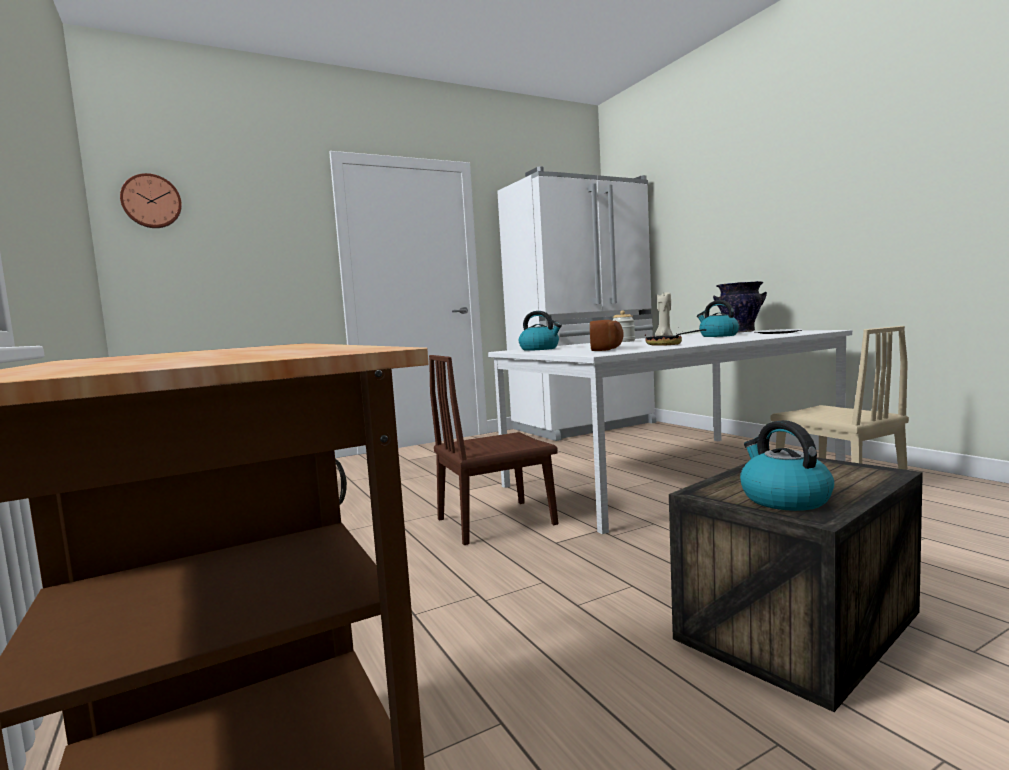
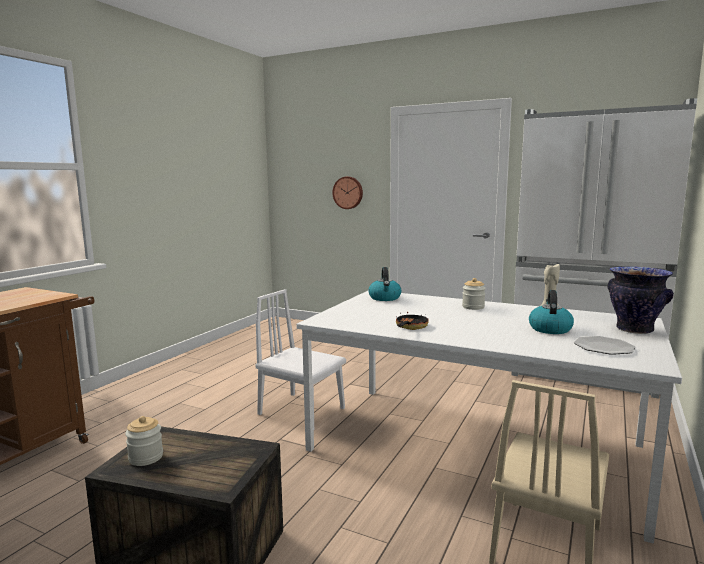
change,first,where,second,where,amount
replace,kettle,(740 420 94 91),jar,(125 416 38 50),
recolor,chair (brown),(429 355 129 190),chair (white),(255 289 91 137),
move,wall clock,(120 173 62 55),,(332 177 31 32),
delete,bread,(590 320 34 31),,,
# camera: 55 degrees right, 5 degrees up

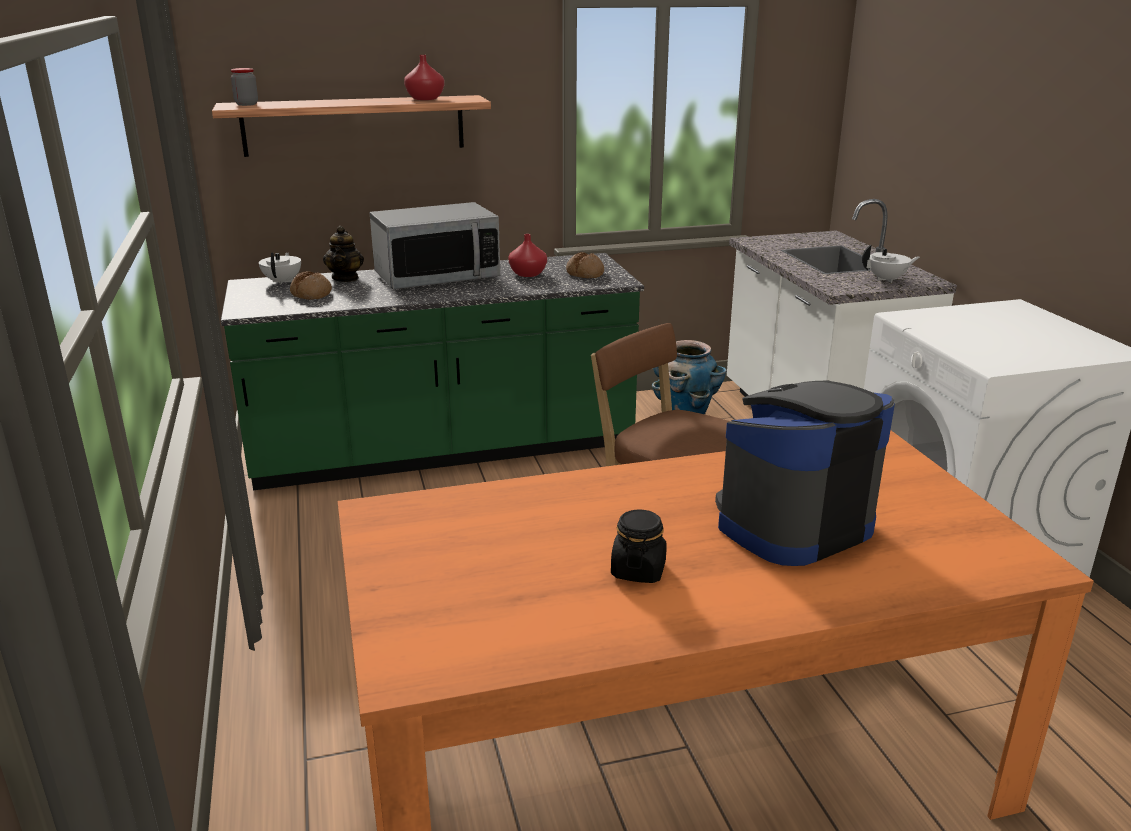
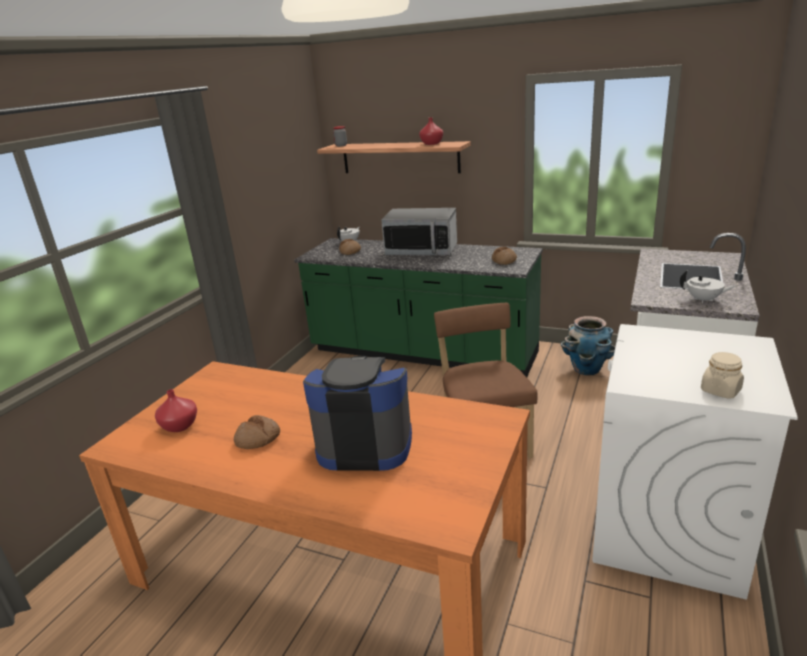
change,first,where,second,where,amount
move,vase (red),(509 234 38 43),,(155 389 42 43),
replace,jar (black),(611 509 56 74),bread,(234 415 46 34),
insert,,,jar (beige),(701 352 43 47),
delete,teapot,(323 226 41 56),,,
# camera: 40 degrees right, 0 degrees up

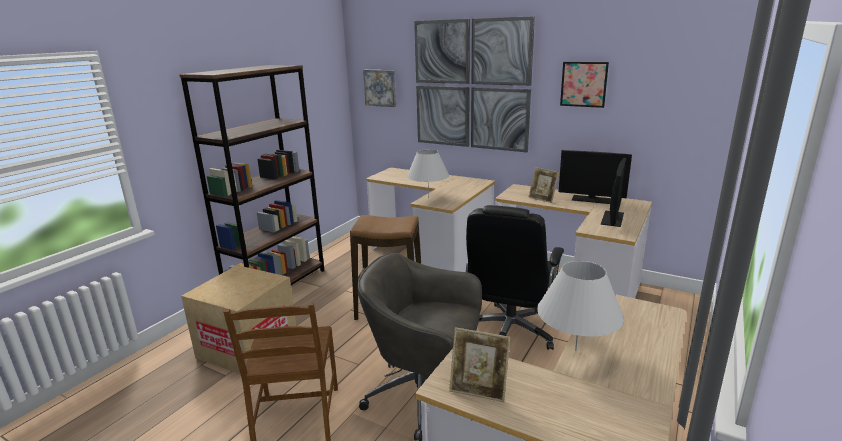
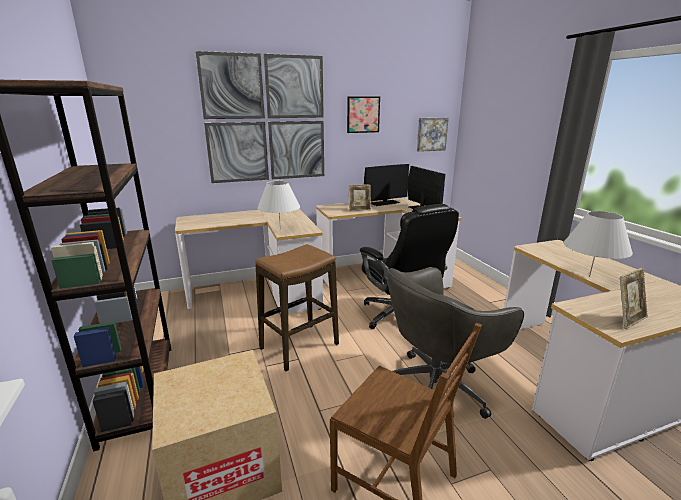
change,first,where,second,where,amount
move,picture,(363 70 33 37),,(417 118 32 34),
# camera: 50 degrees left, 0 degrees up

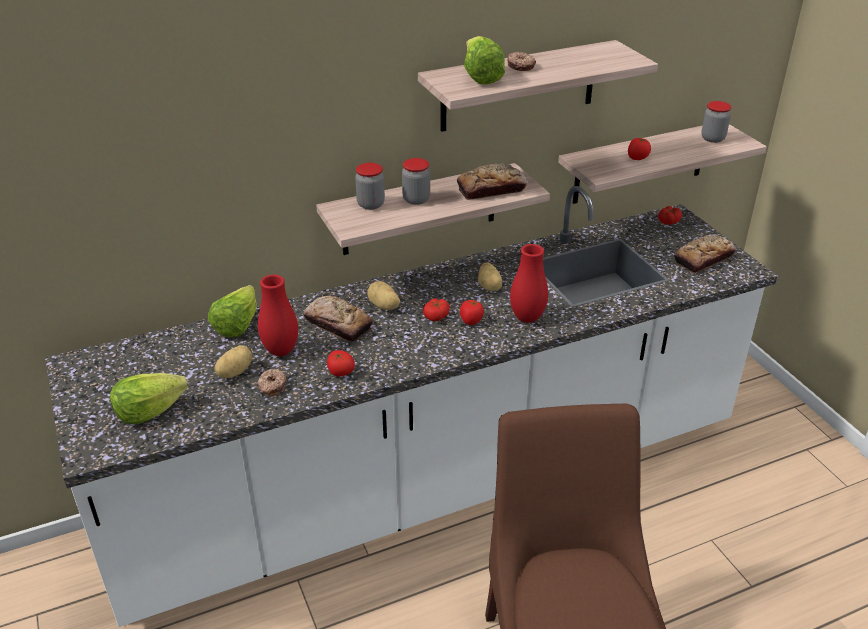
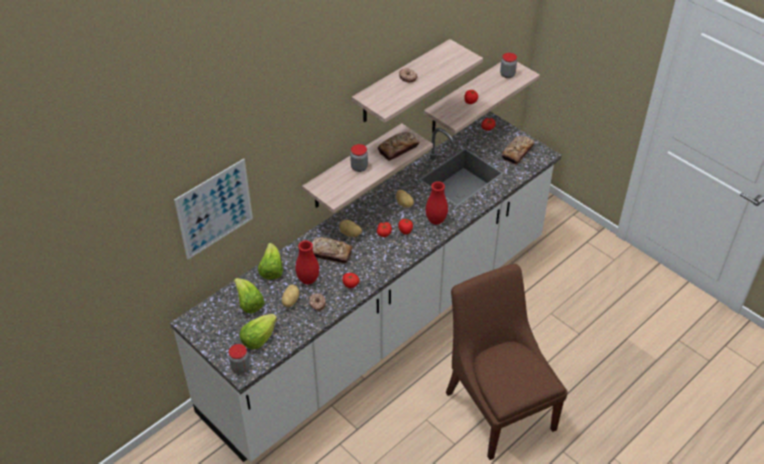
change,first,where,second,where,amount
insert,,,picture,(174 159 79 101),
move,jar,(355 163 30 47),,(229 344 21 29),
move,lettuce,(464 36 41 49),,(234 278 31 36),
# camera: 20 degrees left, 10 degrees up

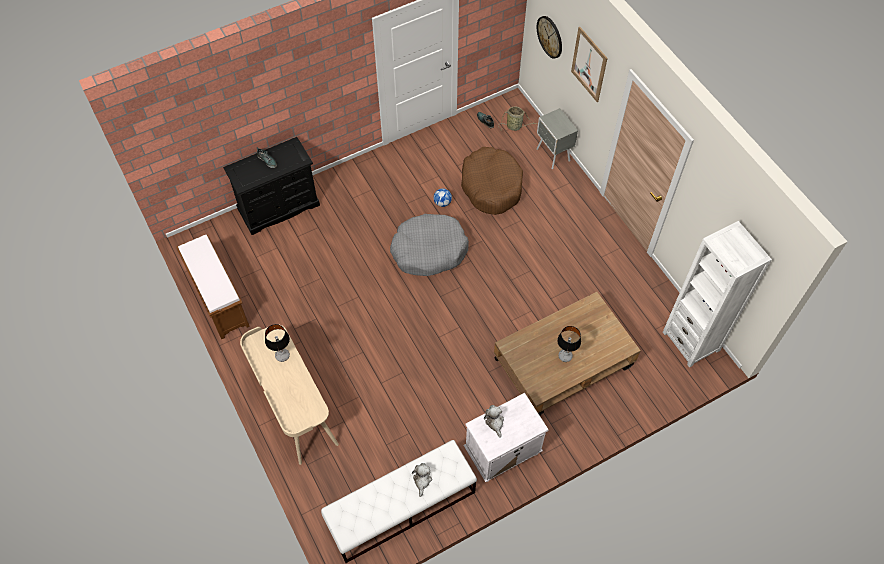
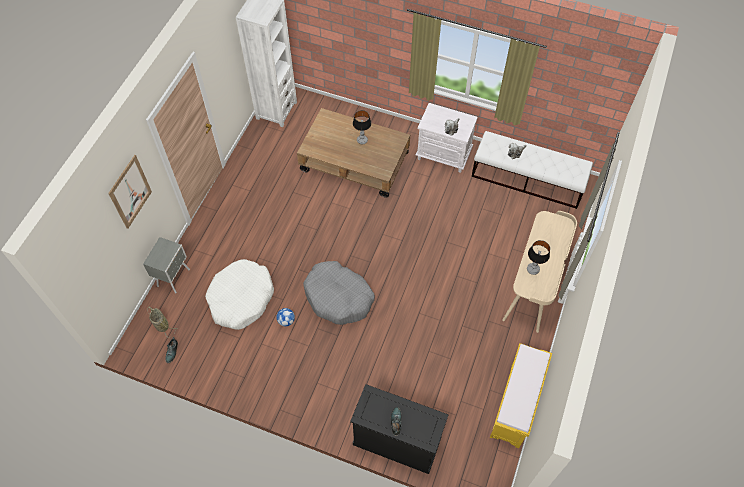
change,first,where,second,where,amount
recolor,dog bed (brown),(461 147 62 68),dog bed (white),(205 259 69 71),
recolor,bench (brown),(176 235 74 104),bench (yellow),(490 343 62 105),
delete,wall clock,(537 16 25 43),,,
# camera: 130 degrees left, 0 degrees up

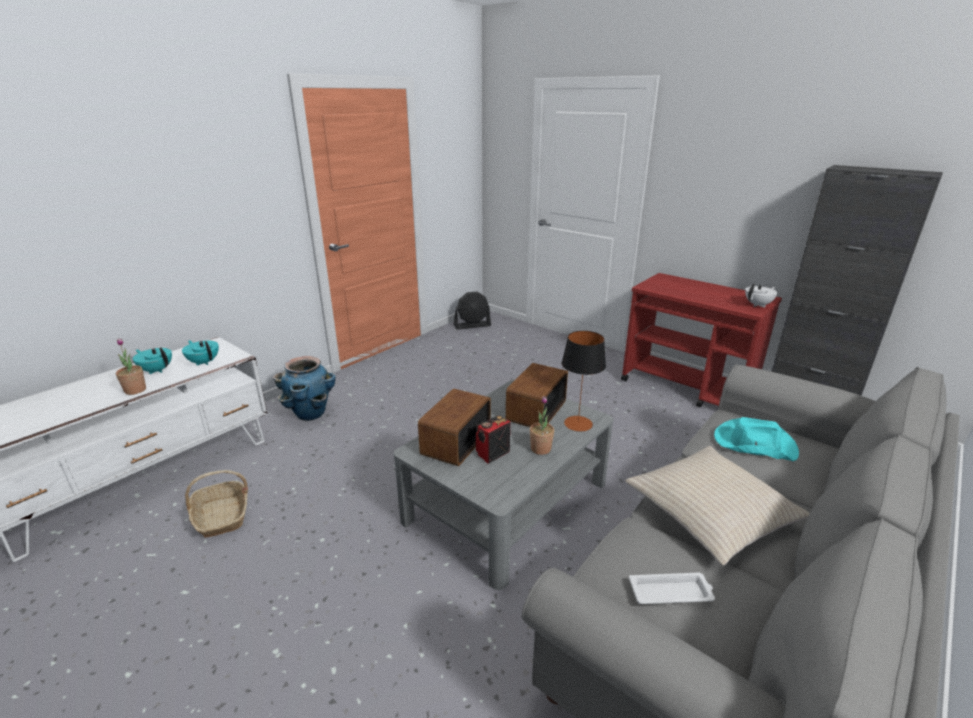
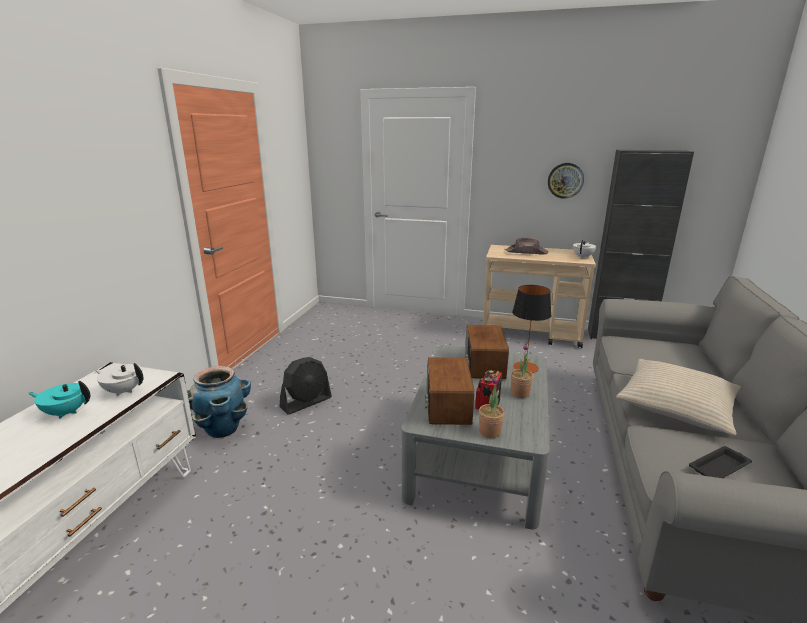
change,first,where,second,where,amount
recolor,teapot (turquoise),(182 340 37 25),teapot (white),(95 363 48 33),
move,fan (black),(454 292 37 38),,(280 357 52 58),
move,potted plant,(116 338 30 57),,(479 376 25 62),
recolor,cart (red),(621 273 161 134),cart (beige),(483 245 113 103),
insert,,,hat (brown),(505 237 44 17),
insert,,,wall clock,(548 163 36 36),
recolor,tray (white),(629 573 86 31),tray (black),(689 446 63 32),
delete,basket,(185 470 63 67),,,
delete,hat (turquoise),(714 417 85 44),,,
# camera: 25 degrees left, 5 degrees down

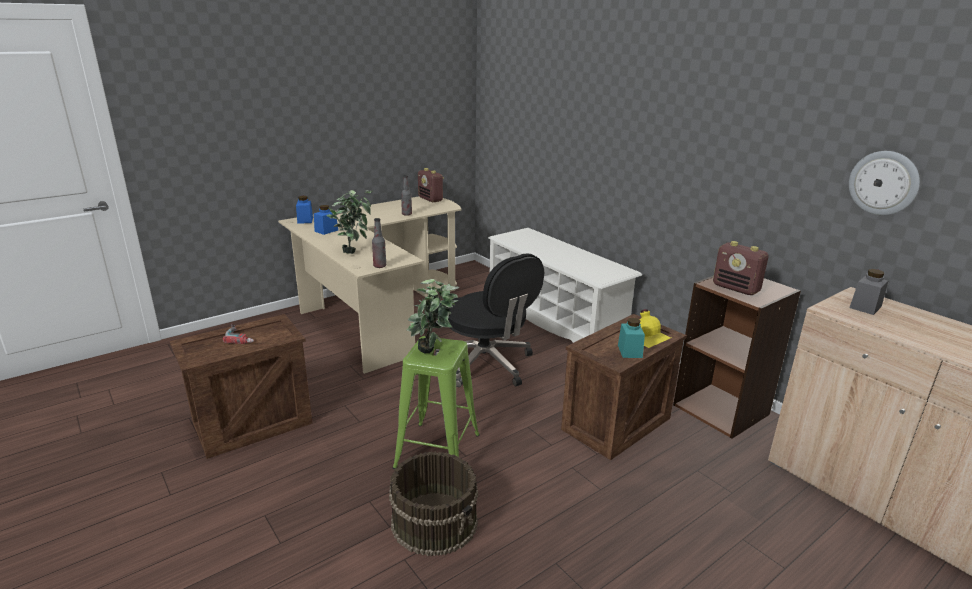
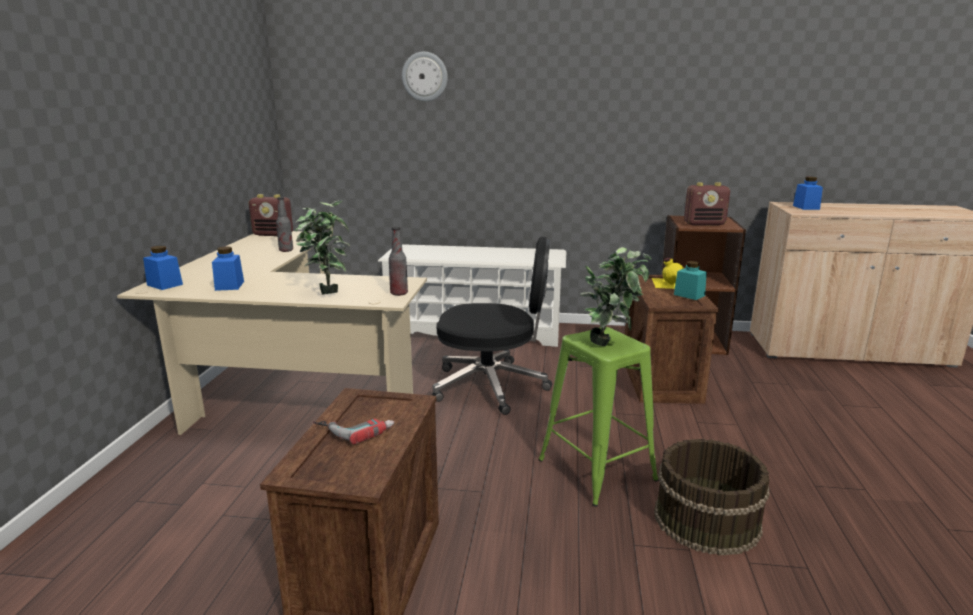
change,first,where,second,where,amount
move,wall clock,(849 151 71 64),,(402 52 46 49),
recolor,jar (grey),(849 269 39 46),jar (blue),(793 177 30 33),
# camera: 45 degrees left, 5 degrees down

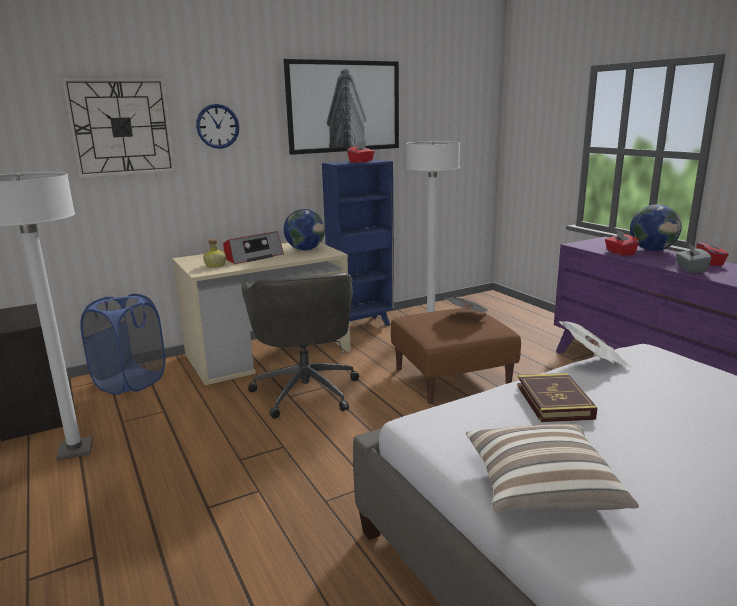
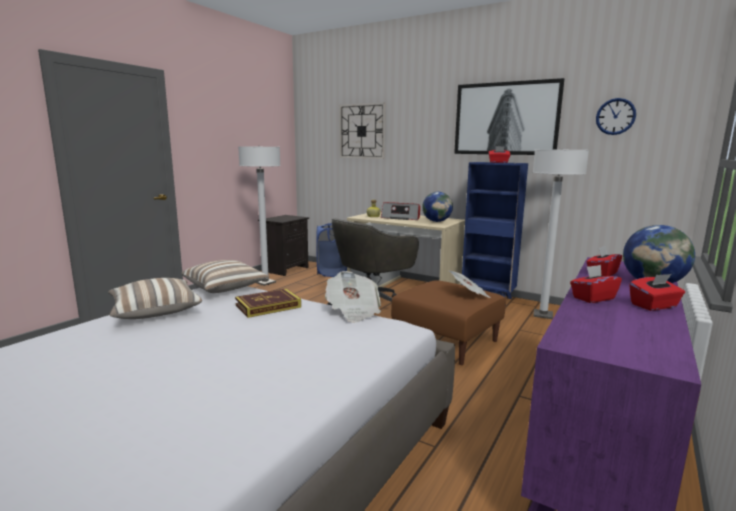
change,first,where,second,where,amount
insert,,,pillow,(181 260 89 33),
recolor,tissue box (grey),(676 244 36 29),tissue box (red),(570 265 52 38),
move,wall clock,(196 104 43 45),,(596 98 40 37),
# camera: 60 degrees right, 5 degrees down

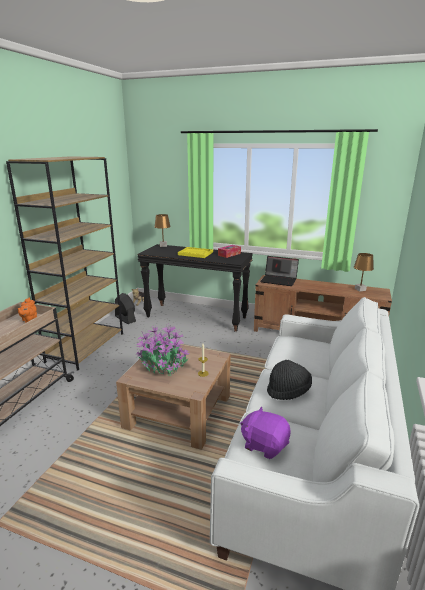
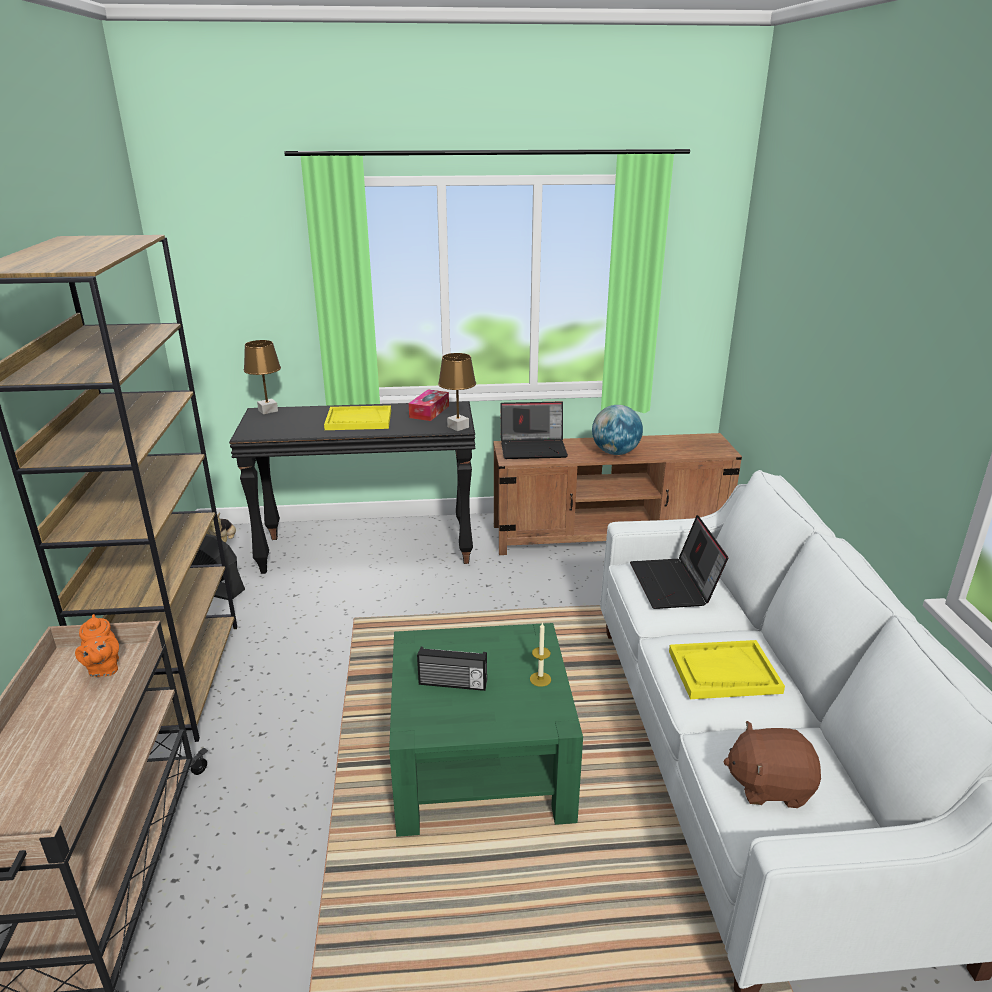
change,first,where,second,where,amount
recolor,coffee table (brown),(116 344 115 106),coffee table (green),(389 623 194 214),
replace,potted plant,(136 324 54 52),radio,(417 646 70 45),
move,table lamp (brown),(354 253 20 38),,(438 353 38 78),
insert,,,globe,(592 405 51 50),
insert,,,laptop,(630 515 98 94),
replace,hat (black),(267 360 45 40),tray (yellow),(669 640 116 59),
recolor,plush toy (purple),(240 406 51 53),plush toy (brown),(723 721 98 87),
# camera: 25 degrees left, 5 degrees up

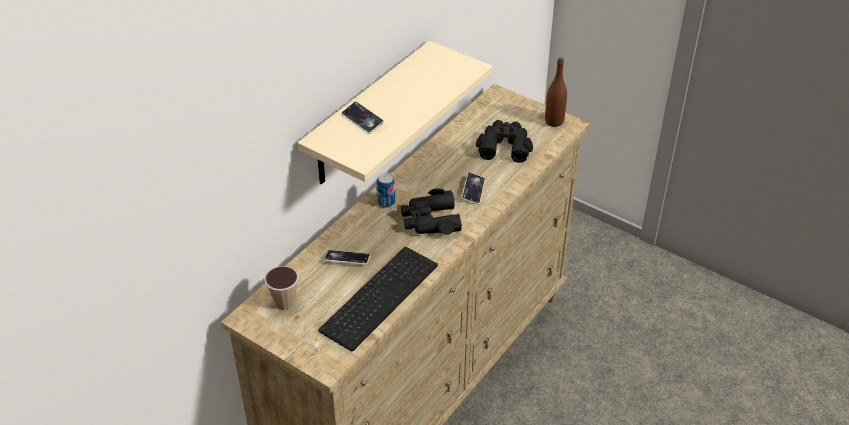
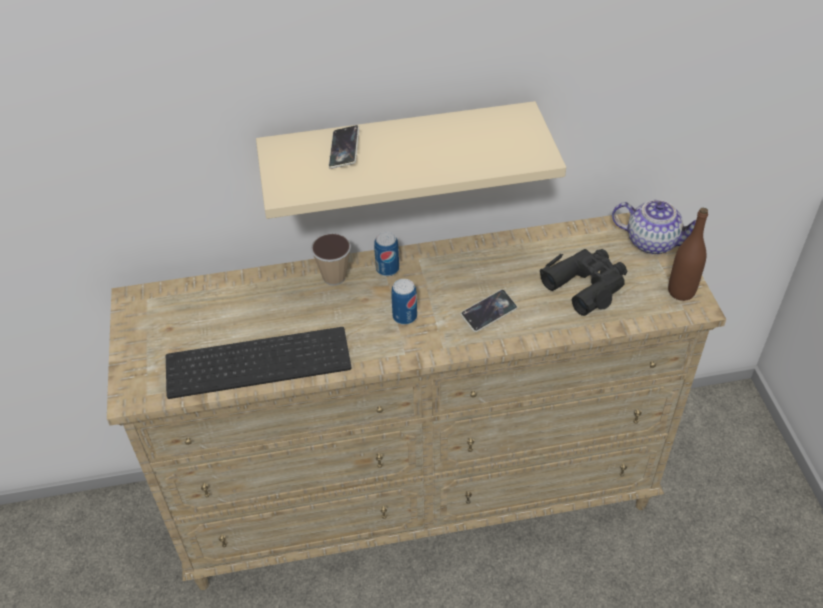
change,first,where,second,where,amount
move,cup,(264 266 35 44),,(311 234 40 52),
replace,binoculars (black),(401 188 61 47),can,(391 279 26 46),
insert,,,teapot,(612 200 84 54),
delete,phone,(324 250 46 15),,,
# camera: 45 degrees right, 5 degrees up

